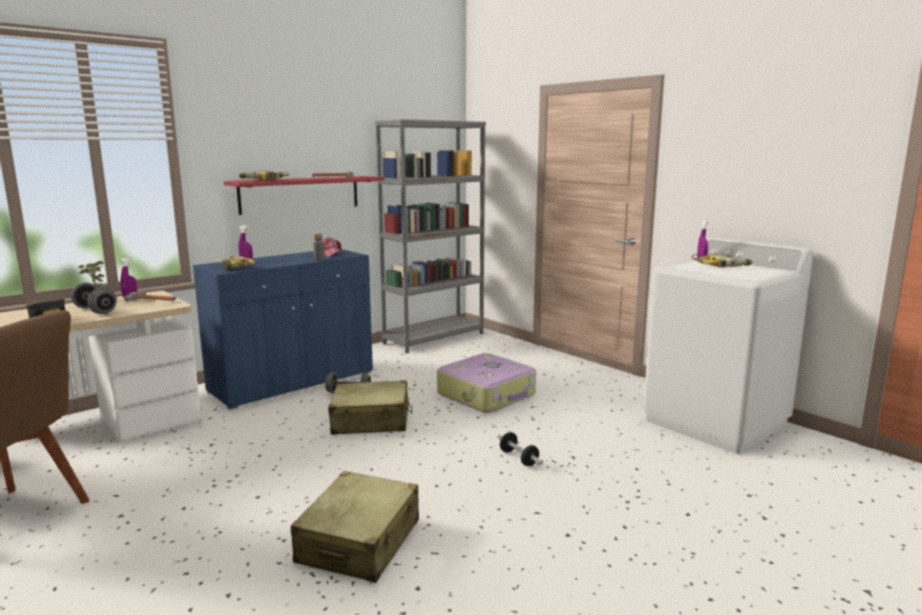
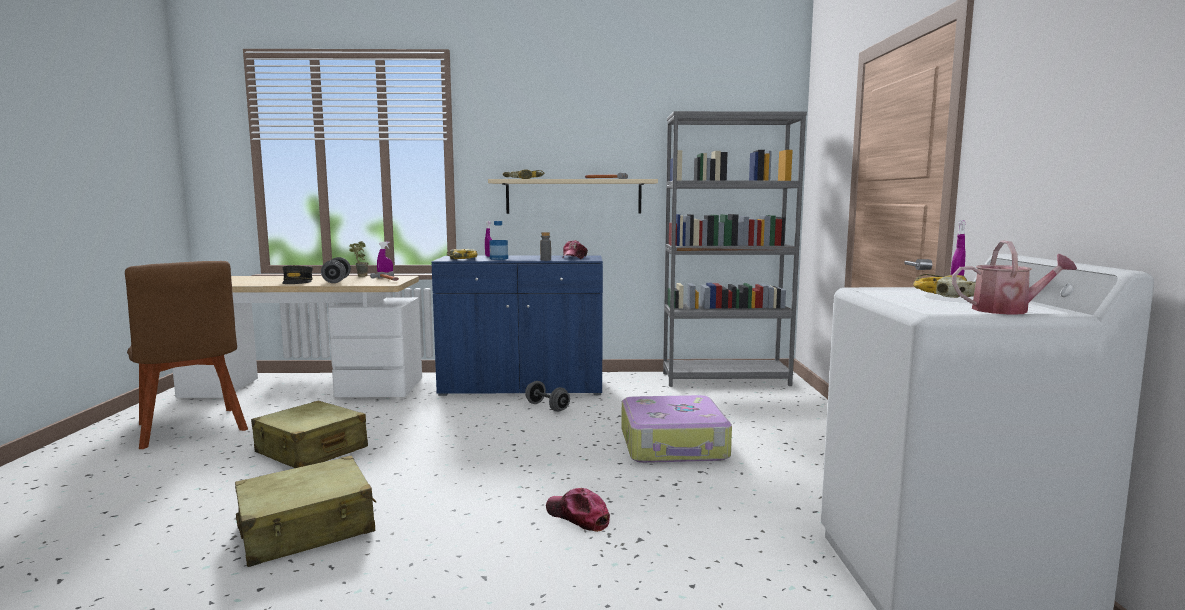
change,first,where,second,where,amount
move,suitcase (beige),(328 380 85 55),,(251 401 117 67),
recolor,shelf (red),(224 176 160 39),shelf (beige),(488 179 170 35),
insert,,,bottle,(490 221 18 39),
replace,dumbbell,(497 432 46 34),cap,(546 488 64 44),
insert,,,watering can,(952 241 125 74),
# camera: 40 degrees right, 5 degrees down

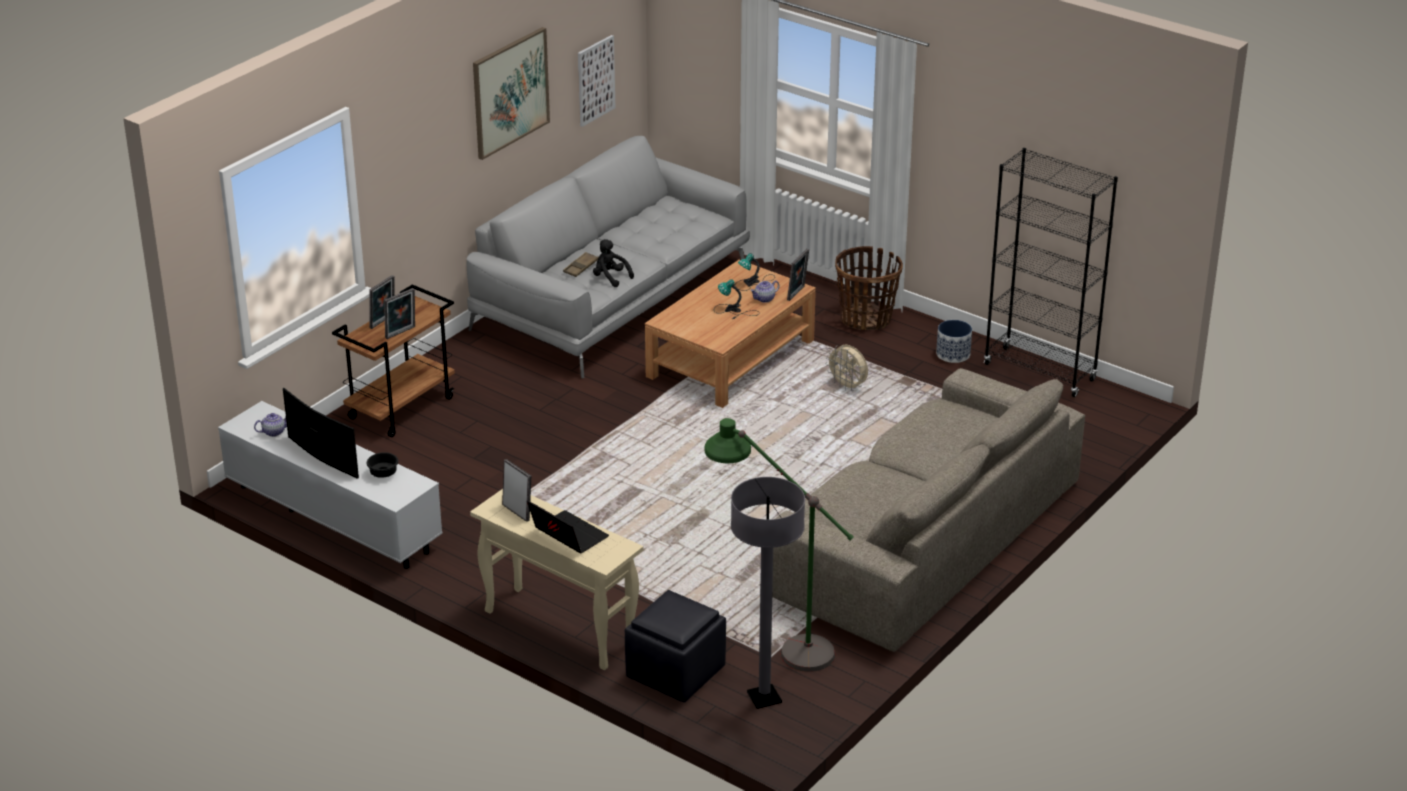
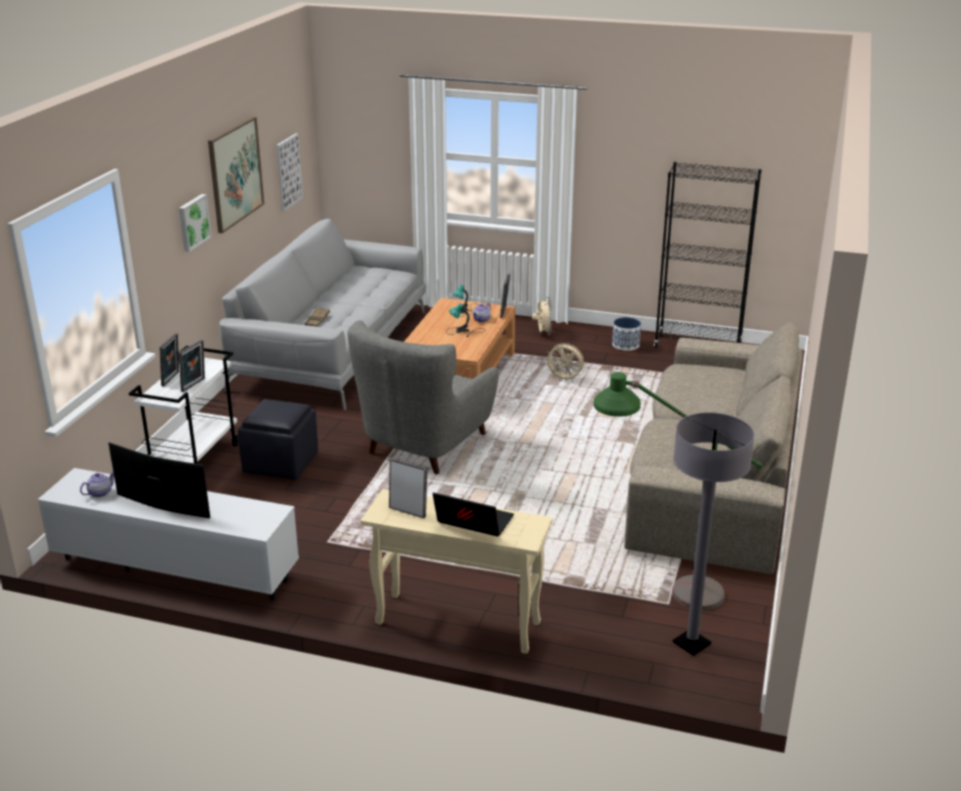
change,first,where,second,where,amount
recolor,cart (brown),(332 285 123 152),cart (white),(129 346 109 118),
insert,,,picture,(179 194 32 58),
move,ottoman (black),(625 590 101 113),,(237 399 81 81),
insert,,,armchair (grey),(348 320 151 154),
replace,basket,(835 246 68 84),fan (beige),(532 297 20 38),
delete,bowl (black),(367 452 31 26),,,
delete,plush toy (black),(593 239 41 48),,,
# camera: 20 degrees left, 5 degrees down

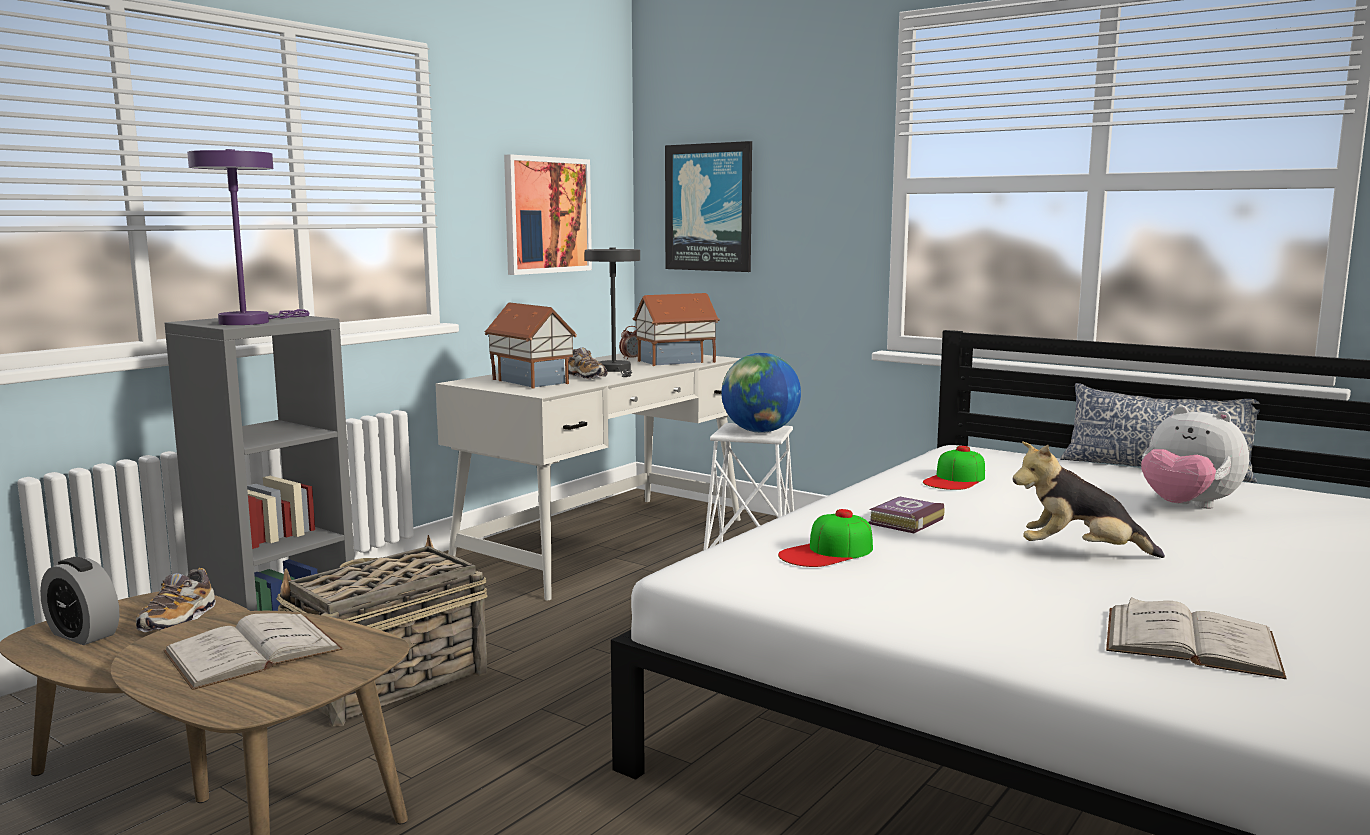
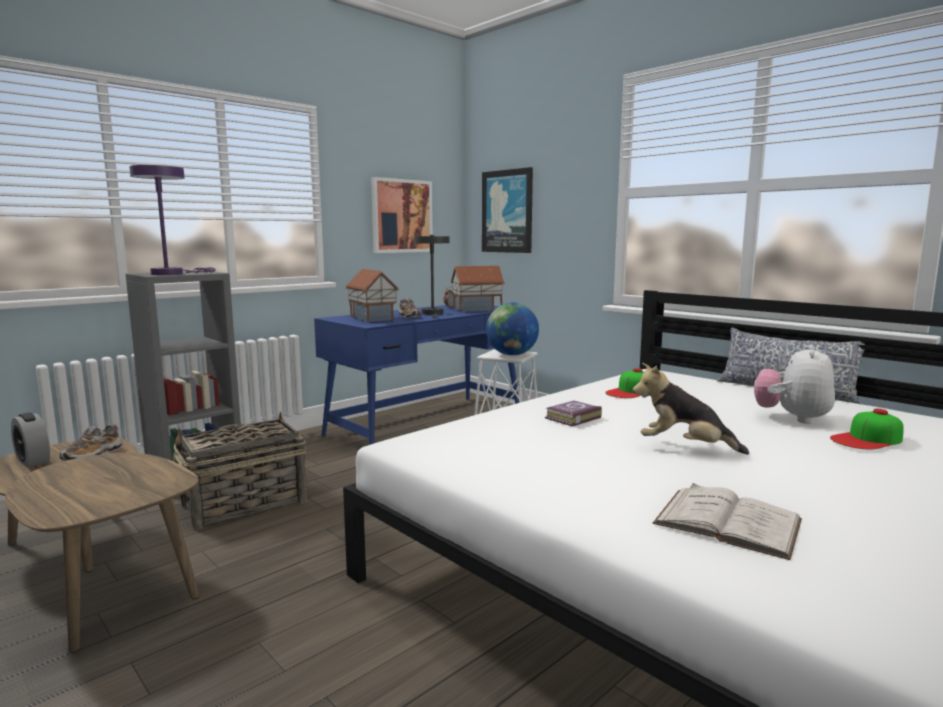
change,first,where,second,where,amount
recolor,desk (white),(436 353 305 247),desk (blue),(314 305 205 140),
rotate,plush toy,(1141 406 108 103),,(754 345 81 79),60 degrees clockwise
move,cap,(778 509 95 58),,(830 409 74 41),
delete,book (white),(164 613 179 77),,,
# camera: 10 degrees right, 0 degrees up

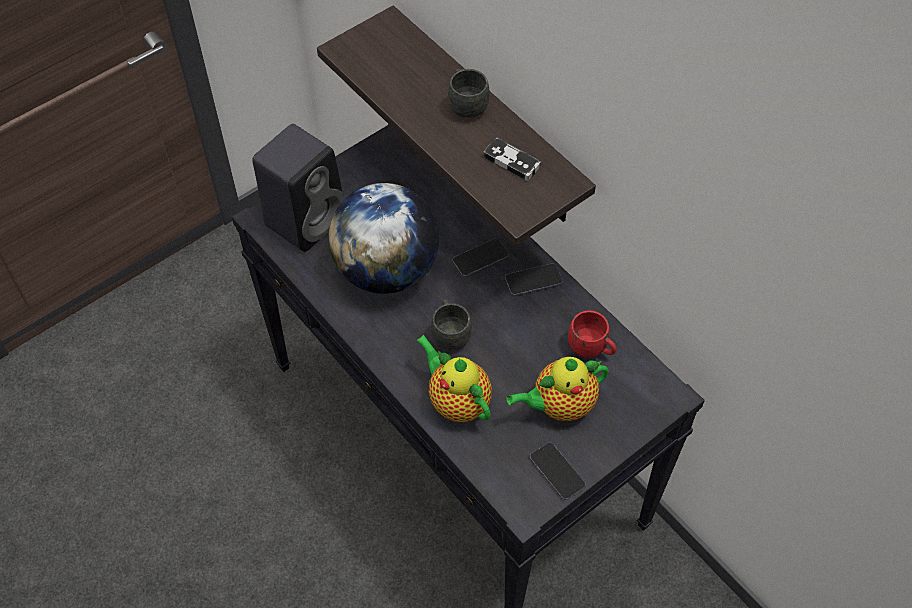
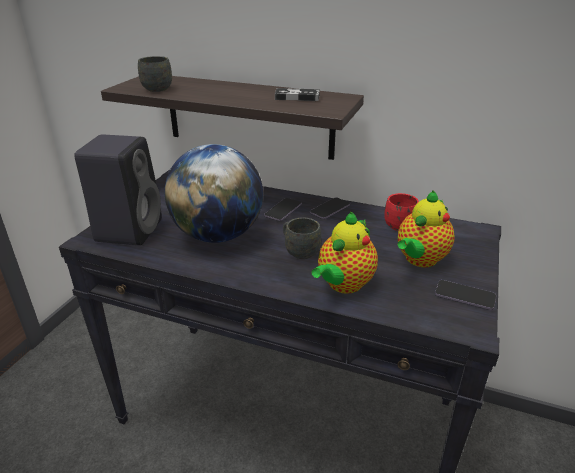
change,first,where,second,where,amount
move,mug (grey),(448 69 42 49),,(138 56 34 36),
rotate,teapot,(416 335 76 87),,(312 211 66 83),75 degrees counterclockwise
# camera: 30 degrees left, 25 degrees down

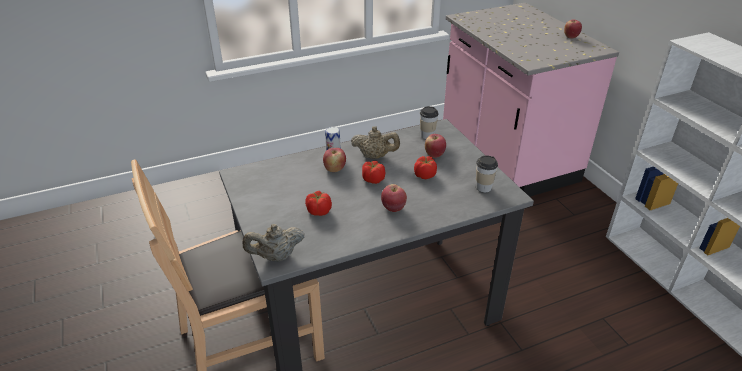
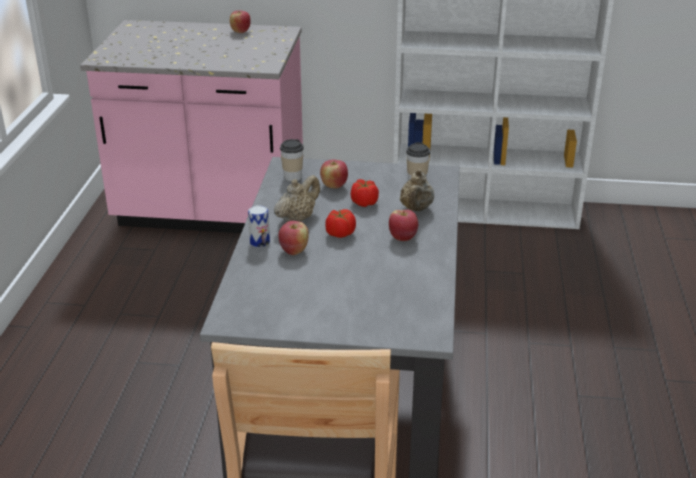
change,first,where,second,where,amount
move,teapot (beige),(242 224 63 38),,(400 169 34 42),
delete,tomato,(305 191 27 25),,,
# camera: 60 degrees left, 5 degrees down

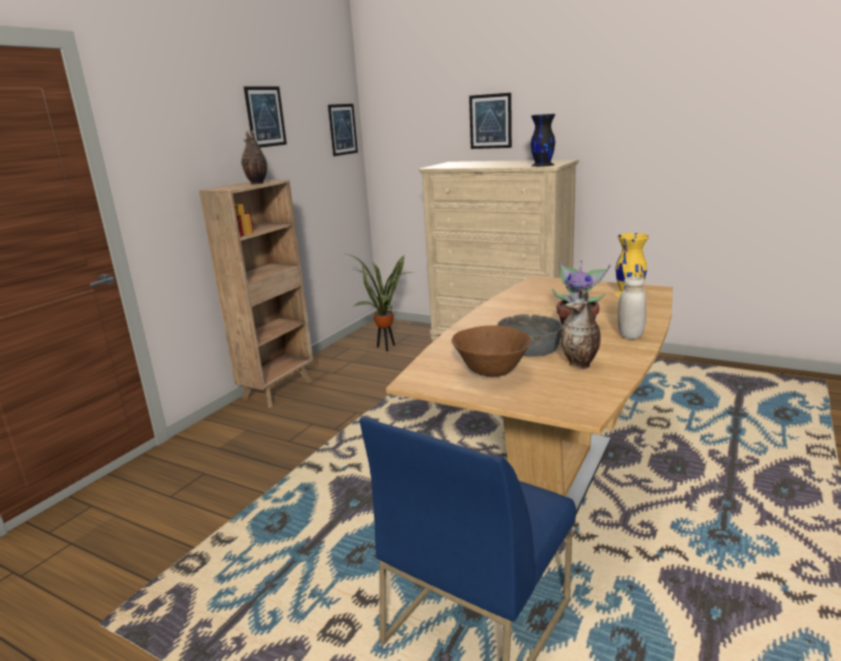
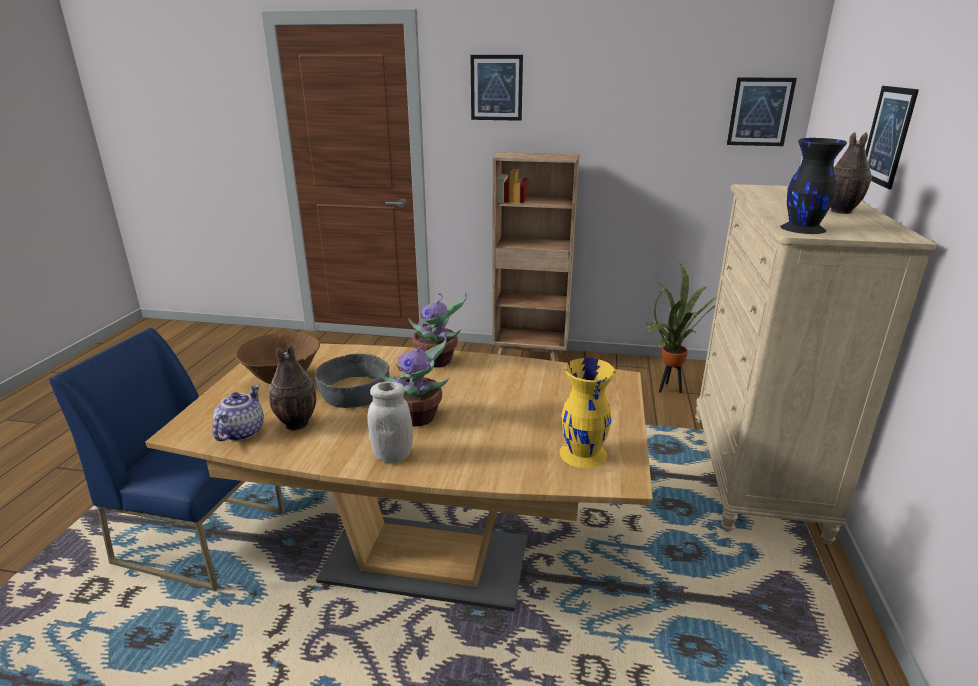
change,first,where,second,where,amount
insert,,,teapot,(212 385 52 56),
insert,,,potted plant,(409 292 58 76),
move,picture,(244 86 43 62),,(471 55 52 66),
move,vase,(241 130 27 55),,(830 132 42 82),
# camera: 70 degrees right, 5 degrees up

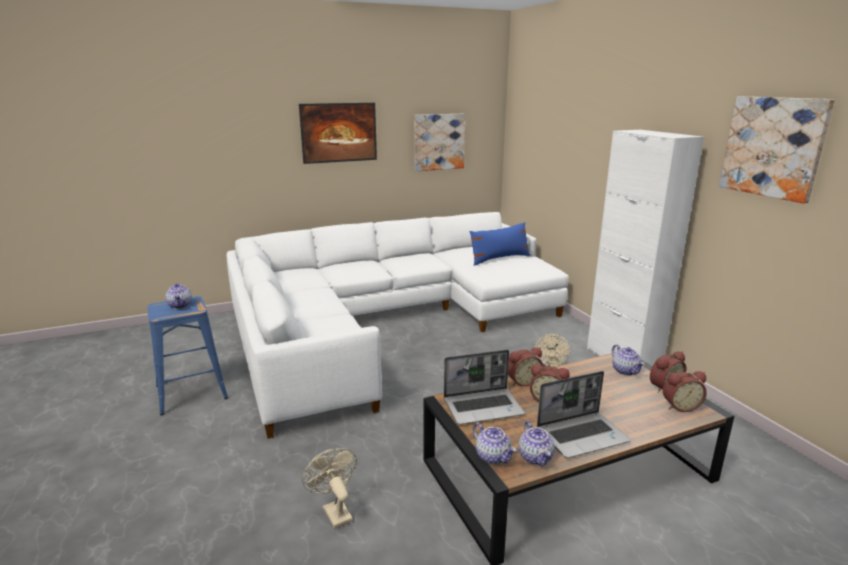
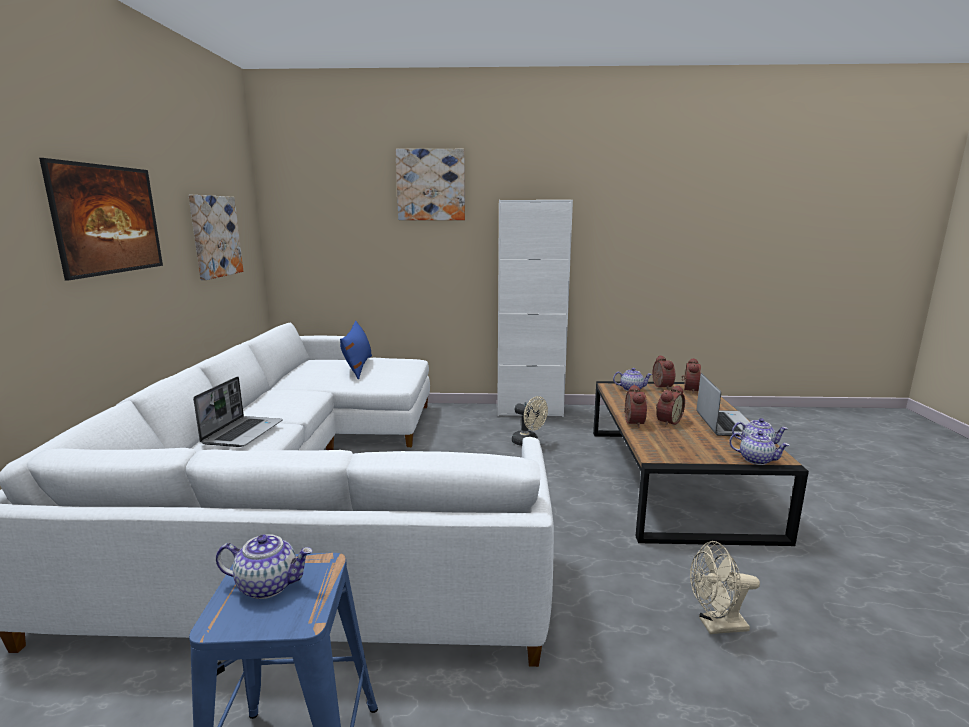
change,first,where,second,where,amount
move,laptop,(444 350 81 75),,(193 376 90 71),
move,picture,(719 96 116 107),,(395 149 70 71),
rotate,teapot,(473 423 43 41),,(729 431 61 34),45 degrees clockwise
# camera: 65 degrees left, 5 degrees down

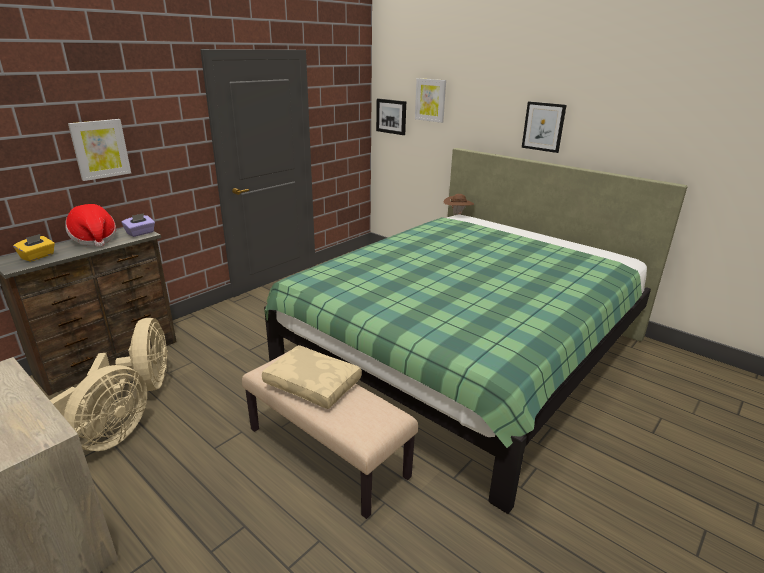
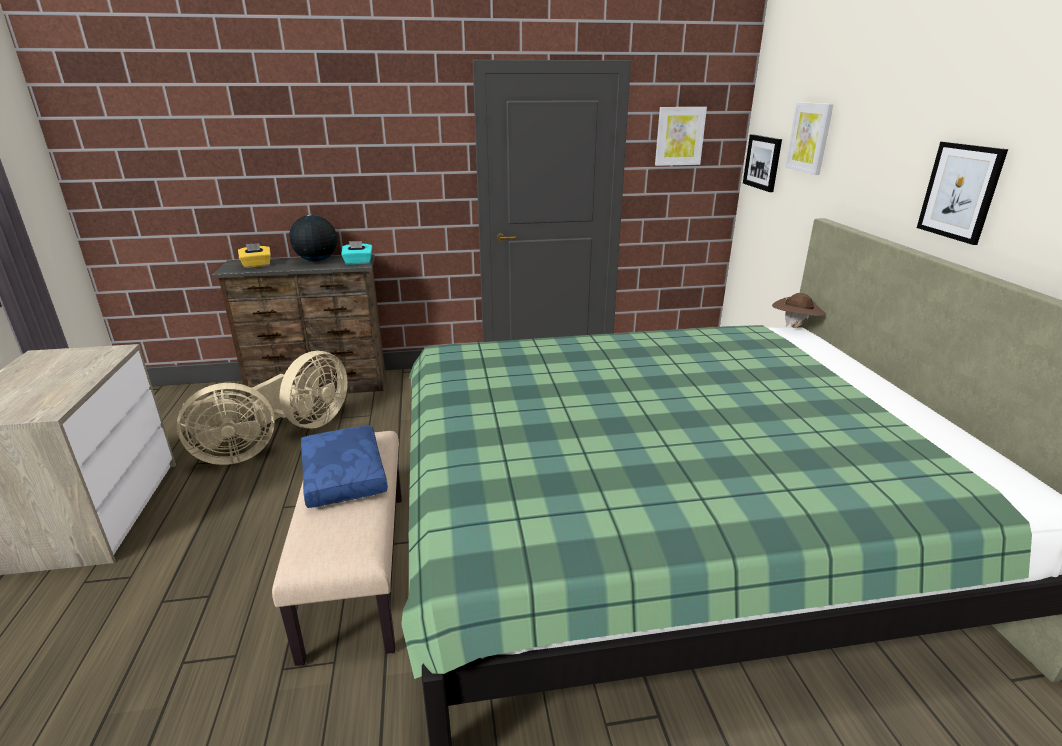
change,first,where,second,where,amount
replace,hat,(65 204 51 43),globe,(289 215 48 46),
recolor,pillow (beige),(262 345 100 64),pillow (blue),(301 425 87 83),
recolor,tissue box (purple),(122 213 33 24),tissue box (turquoise),(341 241 31 24),
move,picture,(68 119 63 62),,(655 107 52 59),
# camera: 40 degrees right, 0 degrees up

